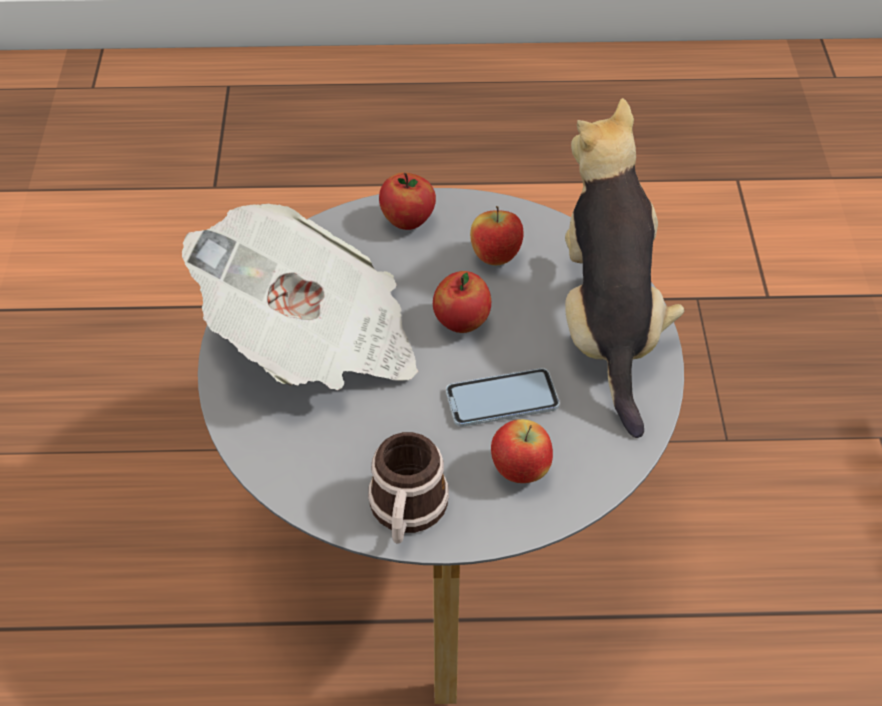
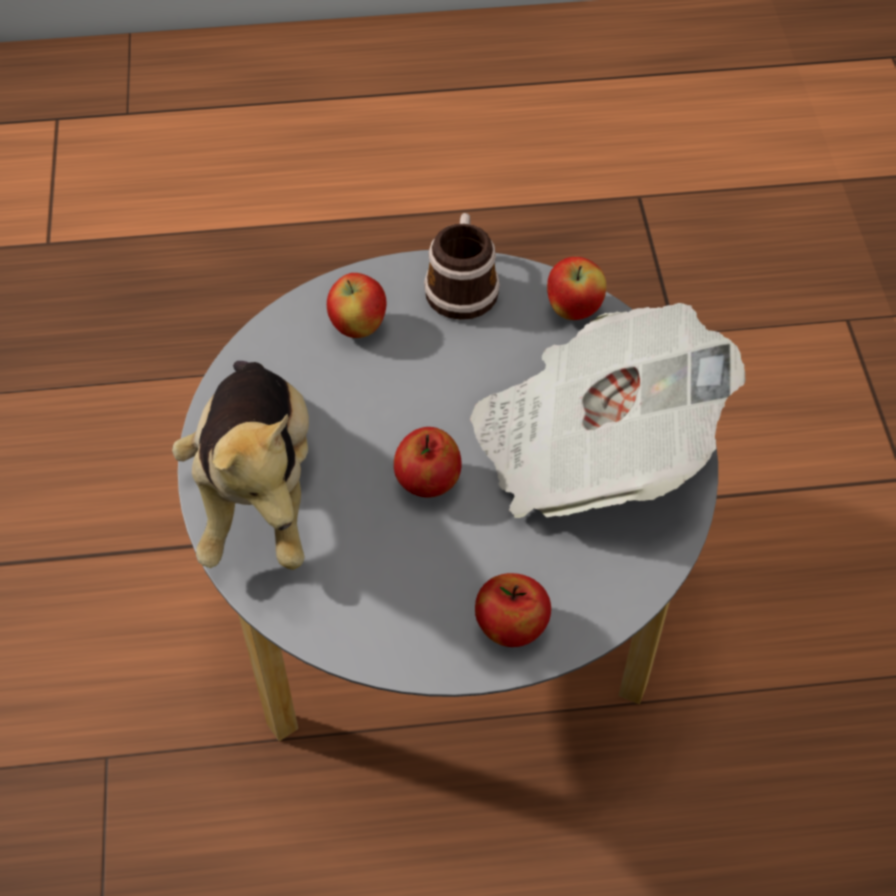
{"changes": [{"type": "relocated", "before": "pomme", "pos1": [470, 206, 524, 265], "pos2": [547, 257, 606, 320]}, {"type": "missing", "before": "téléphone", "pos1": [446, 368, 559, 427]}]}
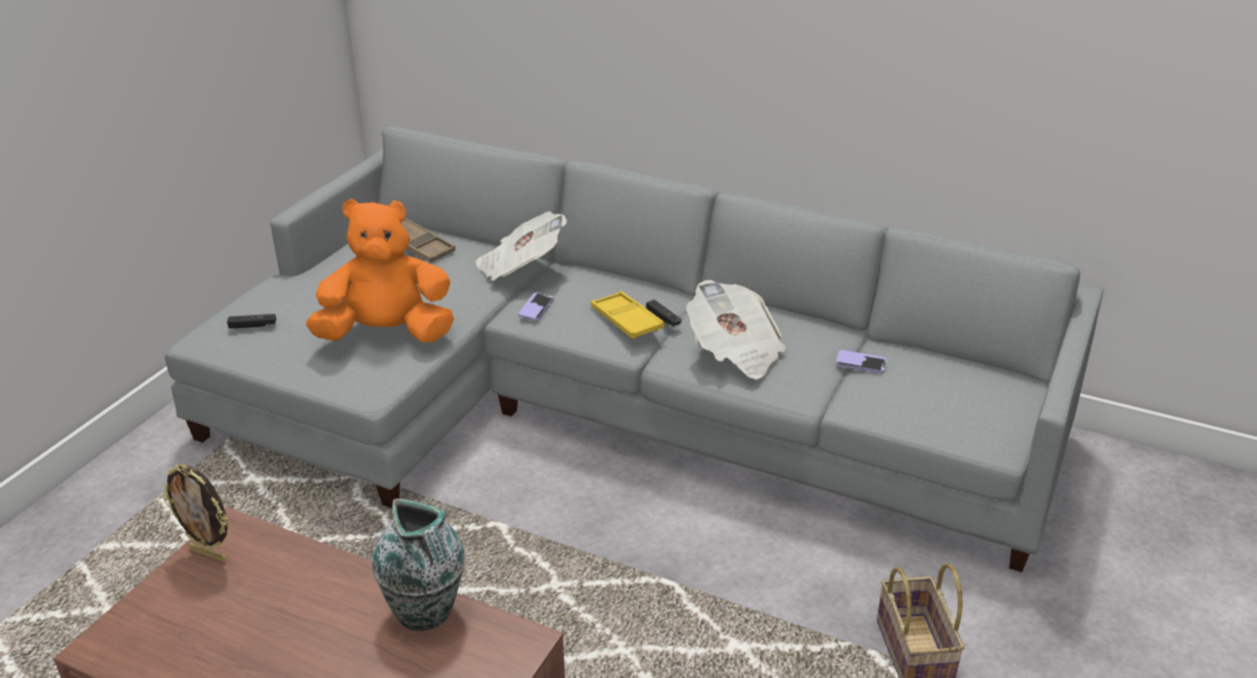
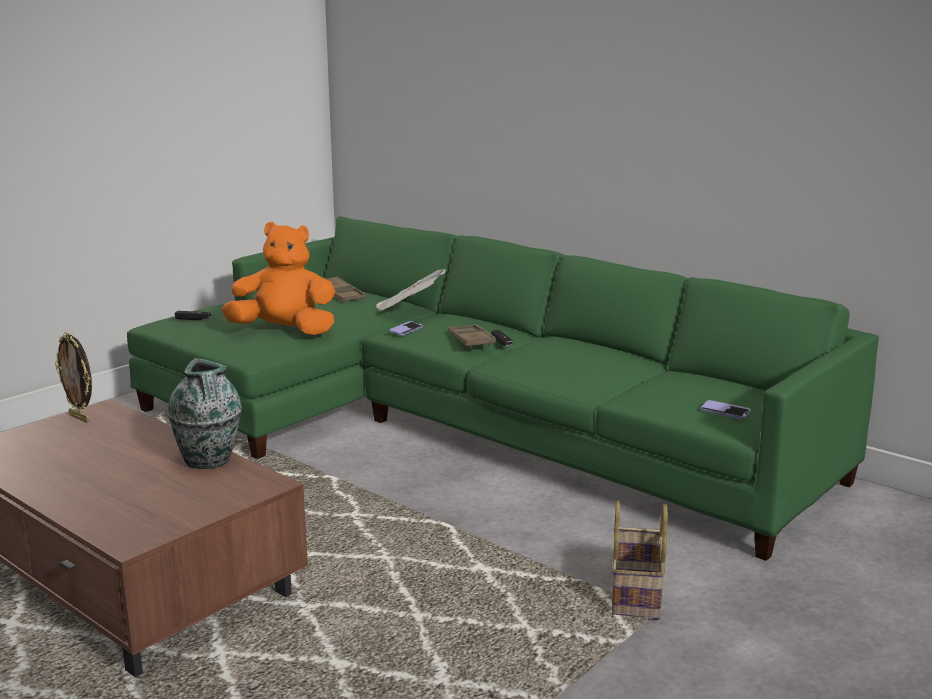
{"changes": [{"type": "colour", "before": "canapé (gris)", "after": "canapé (vert)", "pos1": [165, 127, 1104, 572], "pos2": [127, 216, 879, 561]}, {"type": "colour", "before": "plateau (jaune)", "after": "plateau (marron)", "pos1": [591, 291, 664, 339], "pos2": [448, 324, 496, 348]}, {"type": "relocated", "before": "téléphone", "pos1": [836, 350, 887, 373], "pos2": [701, 400, 751, 419]}, {"type": "missing", "before": "journal", "pos1": [686, 280, 786, 379]}]}
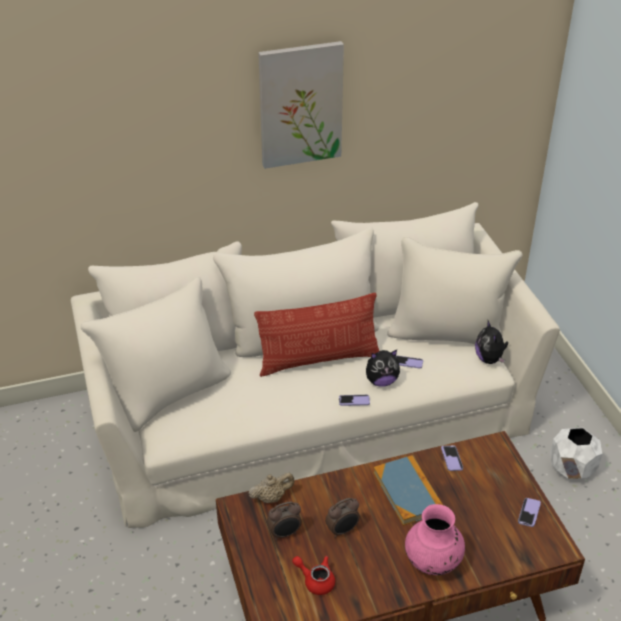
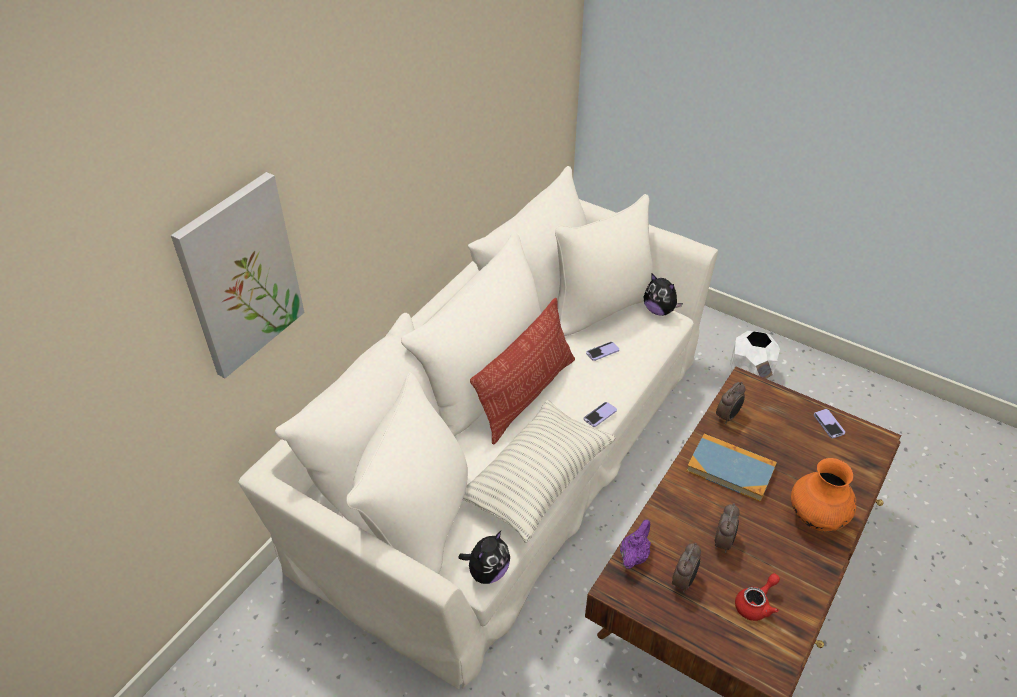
{"changes": [{"type": "relocated", "before": "tableau", "pos1": [258, 41, 344, 169], "pos2": [171, 172, 305, 378]}, {"type": "relocated", "before": "peluche", "pos1": [366, 350, 400, 387], "pos2": [458, 531, 510, 584]}, {"type": "appeared", "after": "coussin", "pos2": [463, 400, 616, 543]}, {"type": "colour", "before": "théière (beige)", "after": "théière (violet)", "pos1": [248, 473, 294, 503], "pos2": [620, 519, 651, 569]}, {"type": "exchanged", "before": "téléphone", "after": "réveil", "pos1": [441, 445, 463, 471], "pos2": [716, 382, 746, 424]}, {"type": "spun", "before": "théière (rouge)", "pos1": [292, 556, 335, 595], "pos2": [735, 573, 780, 621], "turn": 150}, {"type": "colour", "before": "vase (rose)", "after": "vase (orange)", "pos1": [405, 504, 465, 575], "pos2": [791, 458, 856, 531]}]}
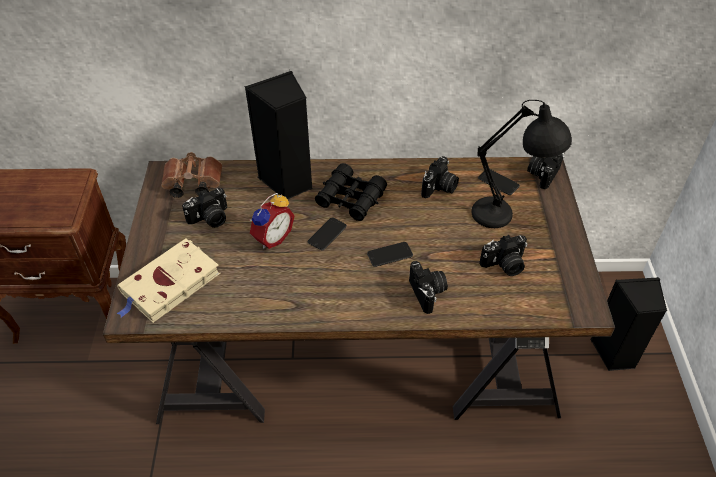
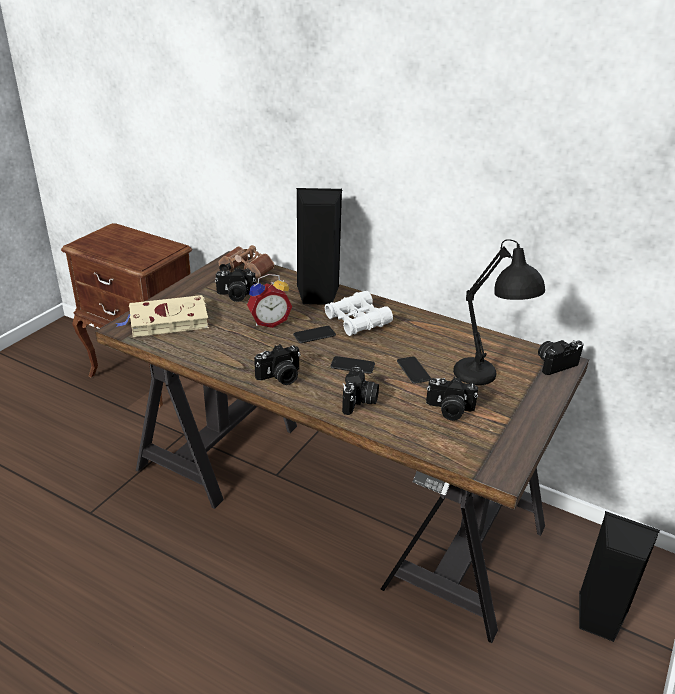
{"changes": [{"type": "relocated", "before": "appareil photo", "pos1": [421, 156, 459, 199], "pos2": [254, 344, 301, 385]}, {"type": "colour", "before": "jumelles (noir)", "after": "jumelles (blanc)", "pos1": [315, 163, 387, 221], "pos2": [325, 291, 393, 336]}, {"type": "relocated", "before": "téléphone", "pos1": [478, 169, 520, 195], "pos2": [397, 357, 431, 384]}]}
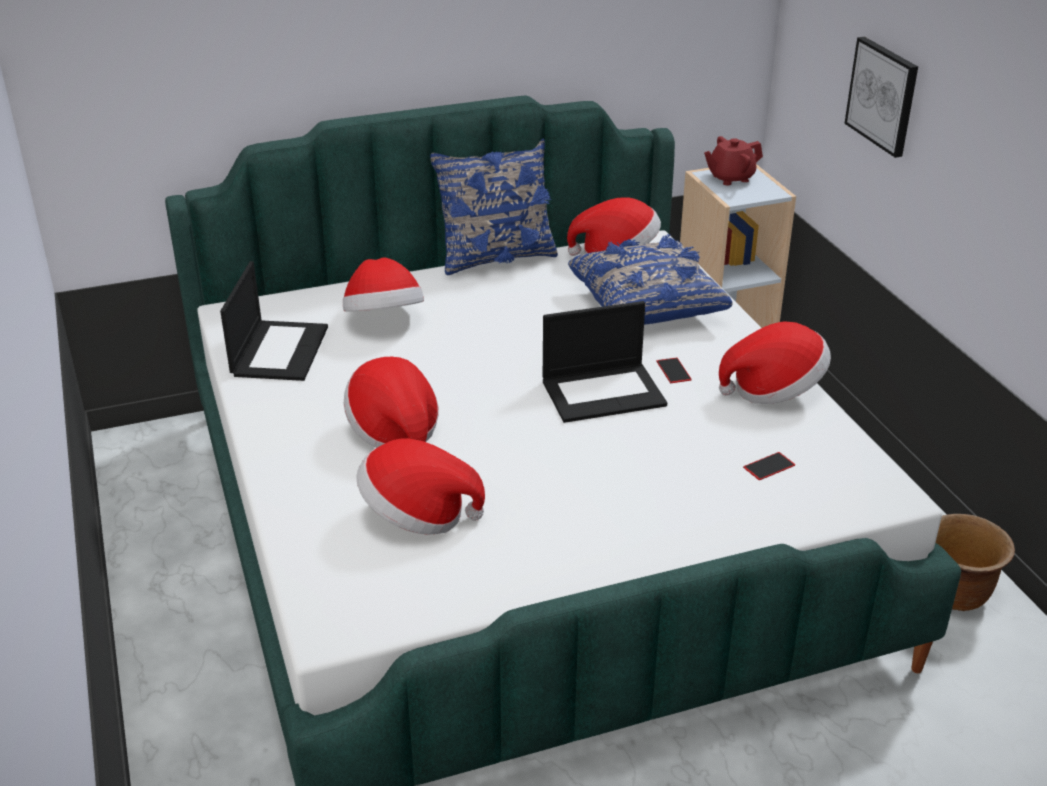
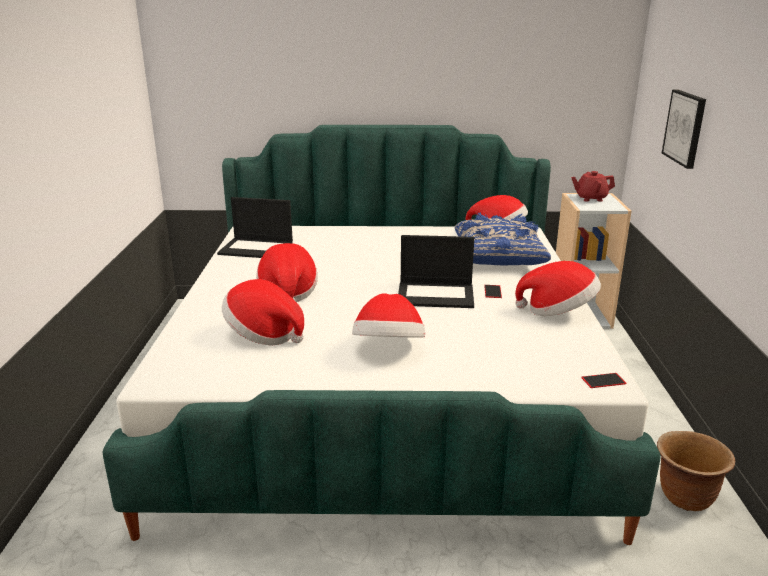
{"changes": [{"type": "spun", "before": "ordinateur portable", "pos1": [220, 261, 328, 381], "pos2": [217, 197, 293, 258], "turn": 75}, {"type": "relocated", "before": "chapeau", "pos1": [343, 257, 424, 312], "pos2": [352, 293, 425, 338]}, {"type": "relocated", "before": "téléphone", "pos1": [743, 452, 795, 480], "pos2": [581, 373, 626, 388]}, {"type": "missing", "before": "coussin (bleu)", "pos1": [430, 139, 558, 275]}]}
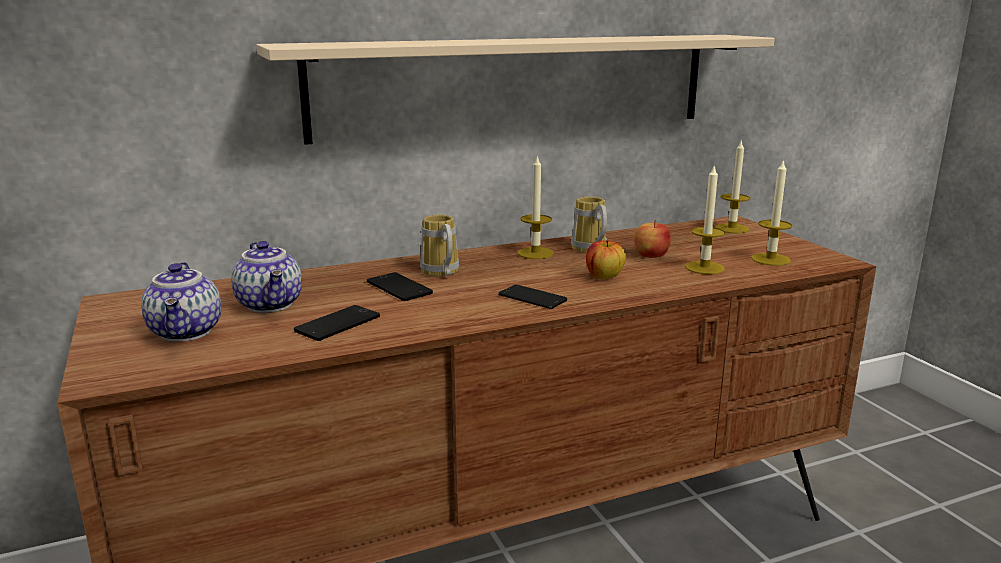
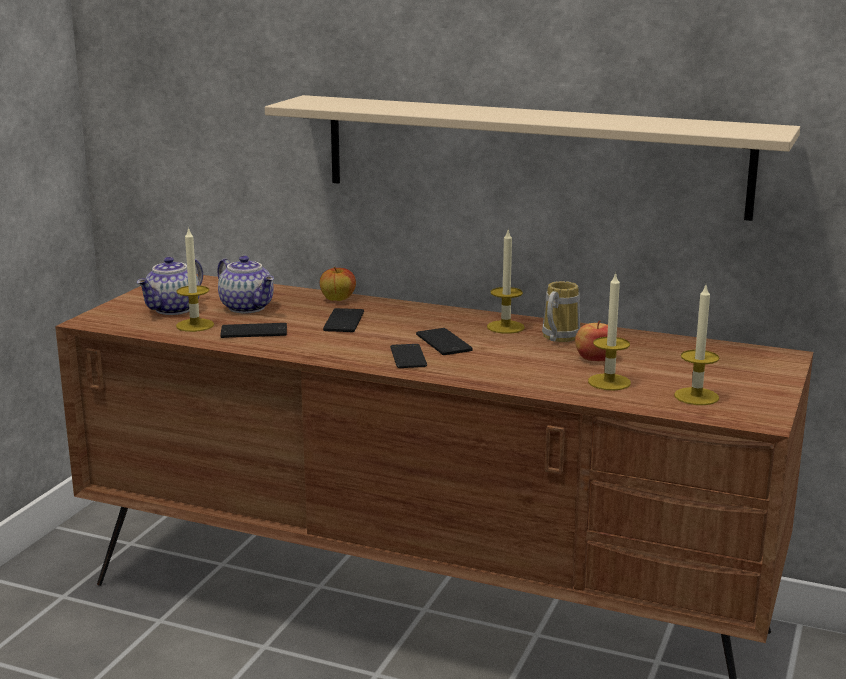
{"changes": [{"type": "relocated", "before": "bougie", "pos1": [715, 141, 750, 233], "pos2": [176, 227, 214, 332]}, {"type": "spun", "before": "théière", "pos1": [231, 241, 302, 313], "pos2": [217, 256, 274, 314], "turn": -60}, {"type": "relocated", "before": "pomme", "pos1": [586, 240, 626, 280], "pos2": [320, 267, 356, 301]}, {"type": "appeared", "after": "téléphone", "pos2": [416, 328, 473, 355]}, {"type": "missing", "before": "mug", "pos1": [420, 214, 459, 276]}]}
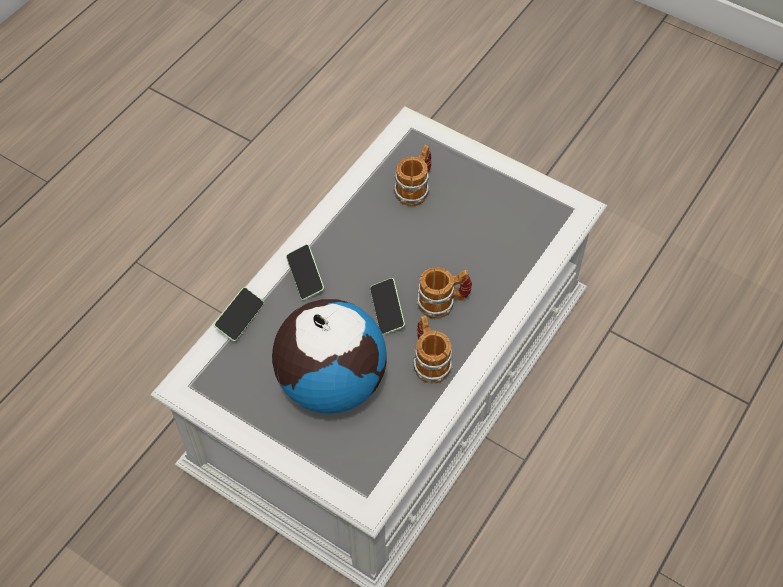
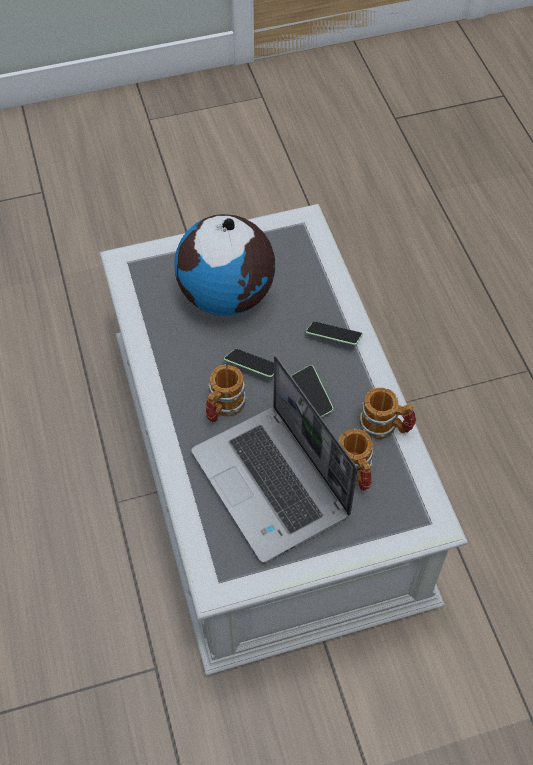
{"changes": [{"type": "appeared", "after": "ordinateur portable", "pos2": [191, 356, 358, 563]}, {"type": "relocated", "before": "téléphone", "pos1": [214, 287, 264, 341], "pos2": [291, 365, 334, 417]}, {"type": "relocated", "before": "mug", "pos1": [413, 315, 453, 384], "pos2": [359, 388, 416, 439]}]}
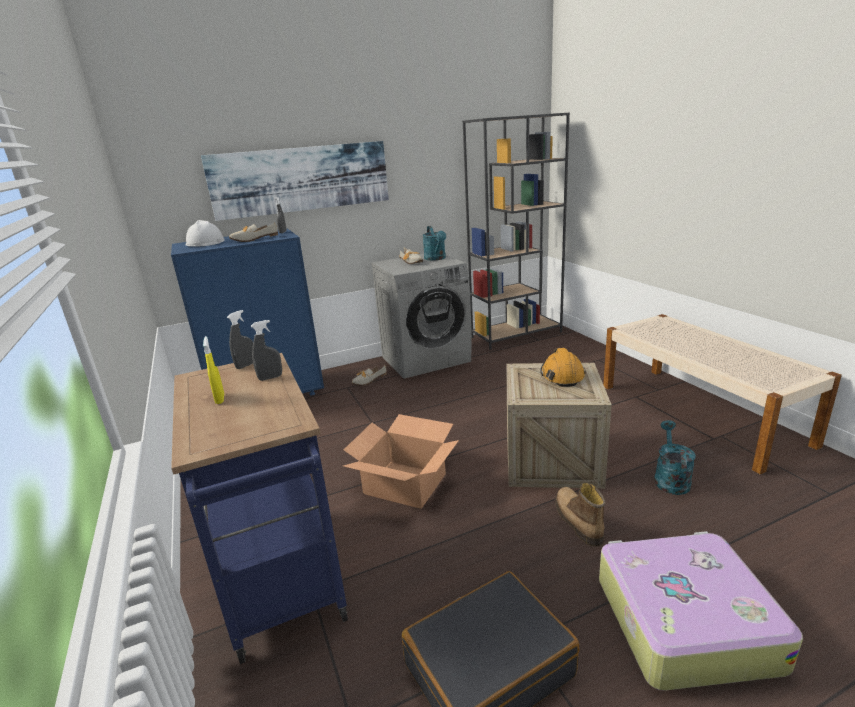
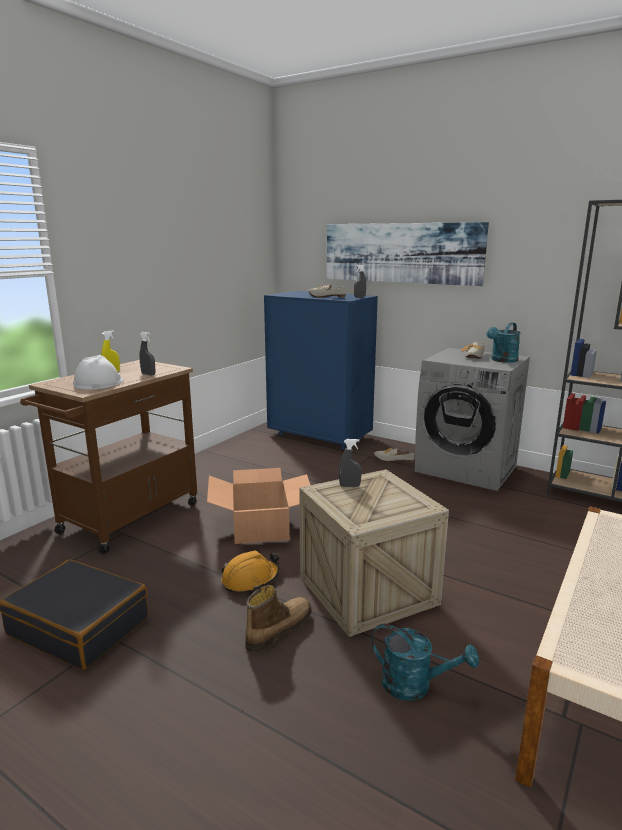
{"changes": [{"type": "colour", "before": "chariot (bleu)", "after": "chariot (marron)", "pos1": [171, 353, 348, 664], "pos2": [20, 360, 197, 554]}, {"type": "relocated", "before": "casque de chantier (blanc)", "pos1": [185, 220, 225, 247], "pos2": [73, 355, 124, 390]}, {"type": "relocated", "before": "casque de chantier (orange)", "pos1": [540, 348, 586, 387], "pos2": [221, 550, 279, 592]}, {"type": "relocated", "before": "vaporisateur (gris)", "pos1": [227, 310, 253, 369], "pos2": [339, 439, 362, 487]}, {"type": "spun", "before": "arrosoir (turquoise)", "pos1": [654, 420, 696, 495], "pos2": [371, 624, 479, 701], "turn": 45}, {"type": "missing", "before": "valise", "pos1": [599, 531, 803, 691]}]}
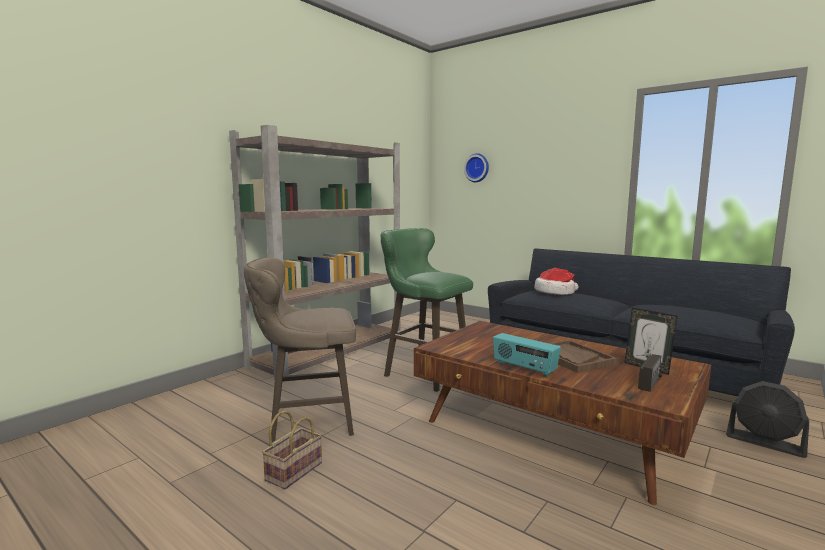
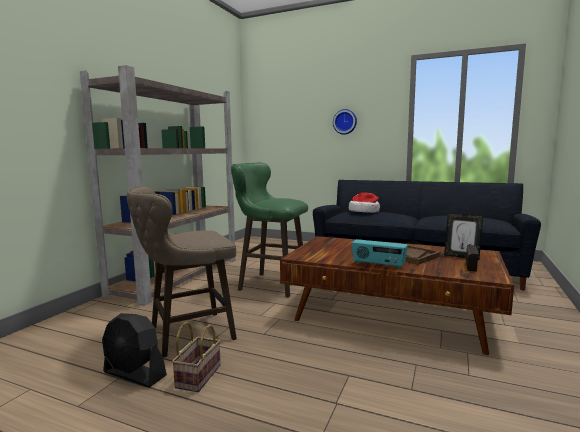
{"changes": [{"type": "relocated", "before": "ventilateur (noir)", "pos1": [726, 381, 809, 458], "pos2": [102, 313, 167, 388]}, {"type": "relocated", "before": "horloge murale", "pos1": [464, 153, 489, 182], "pos2": [333, 109, 357, 135]}]}
